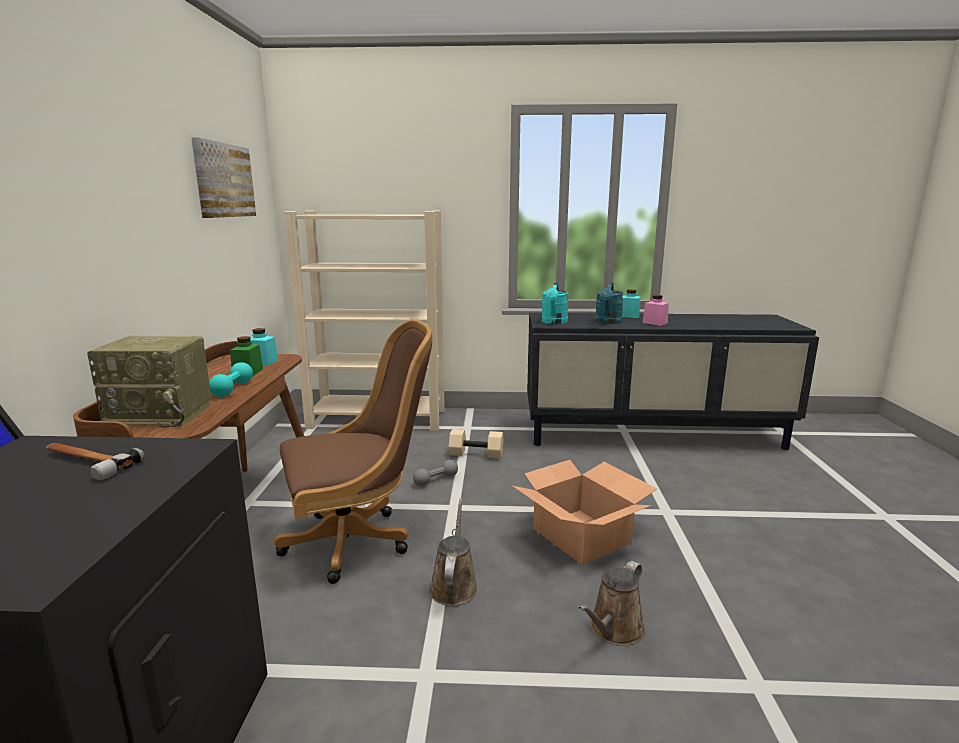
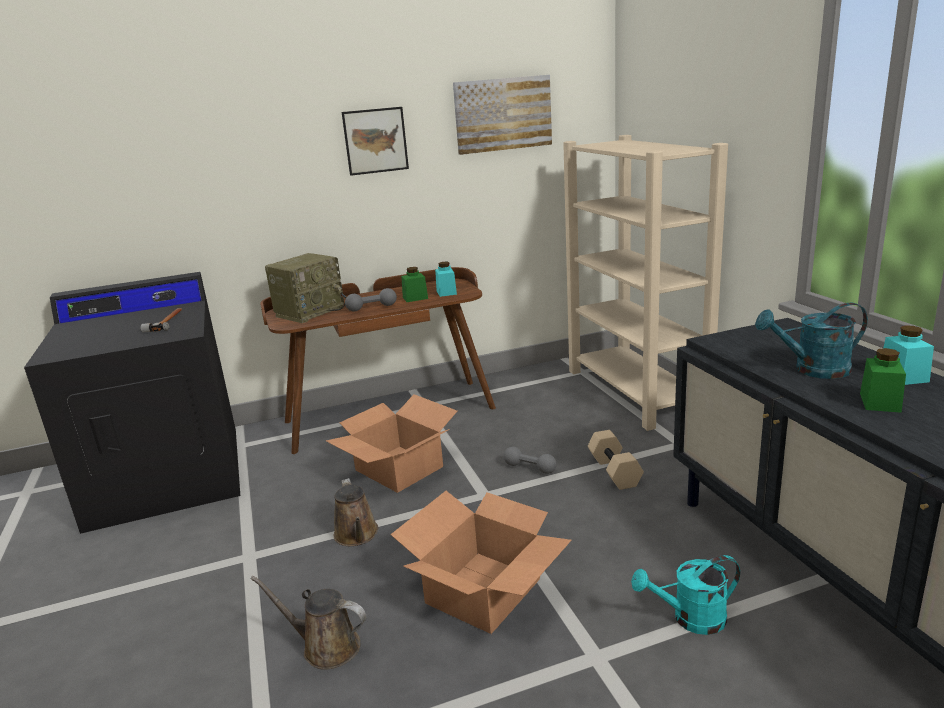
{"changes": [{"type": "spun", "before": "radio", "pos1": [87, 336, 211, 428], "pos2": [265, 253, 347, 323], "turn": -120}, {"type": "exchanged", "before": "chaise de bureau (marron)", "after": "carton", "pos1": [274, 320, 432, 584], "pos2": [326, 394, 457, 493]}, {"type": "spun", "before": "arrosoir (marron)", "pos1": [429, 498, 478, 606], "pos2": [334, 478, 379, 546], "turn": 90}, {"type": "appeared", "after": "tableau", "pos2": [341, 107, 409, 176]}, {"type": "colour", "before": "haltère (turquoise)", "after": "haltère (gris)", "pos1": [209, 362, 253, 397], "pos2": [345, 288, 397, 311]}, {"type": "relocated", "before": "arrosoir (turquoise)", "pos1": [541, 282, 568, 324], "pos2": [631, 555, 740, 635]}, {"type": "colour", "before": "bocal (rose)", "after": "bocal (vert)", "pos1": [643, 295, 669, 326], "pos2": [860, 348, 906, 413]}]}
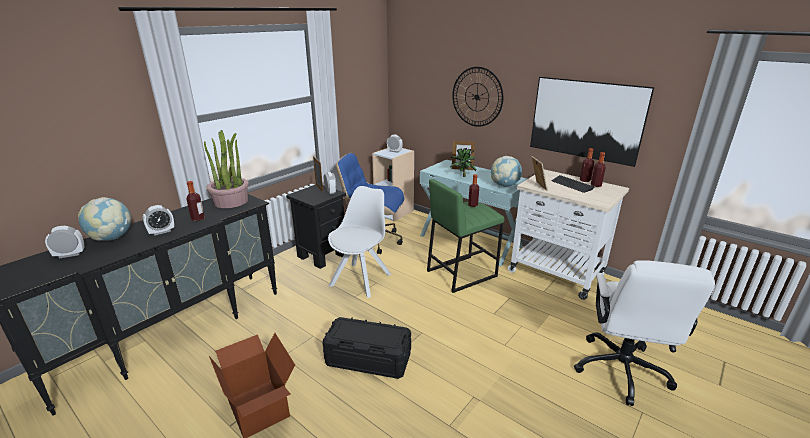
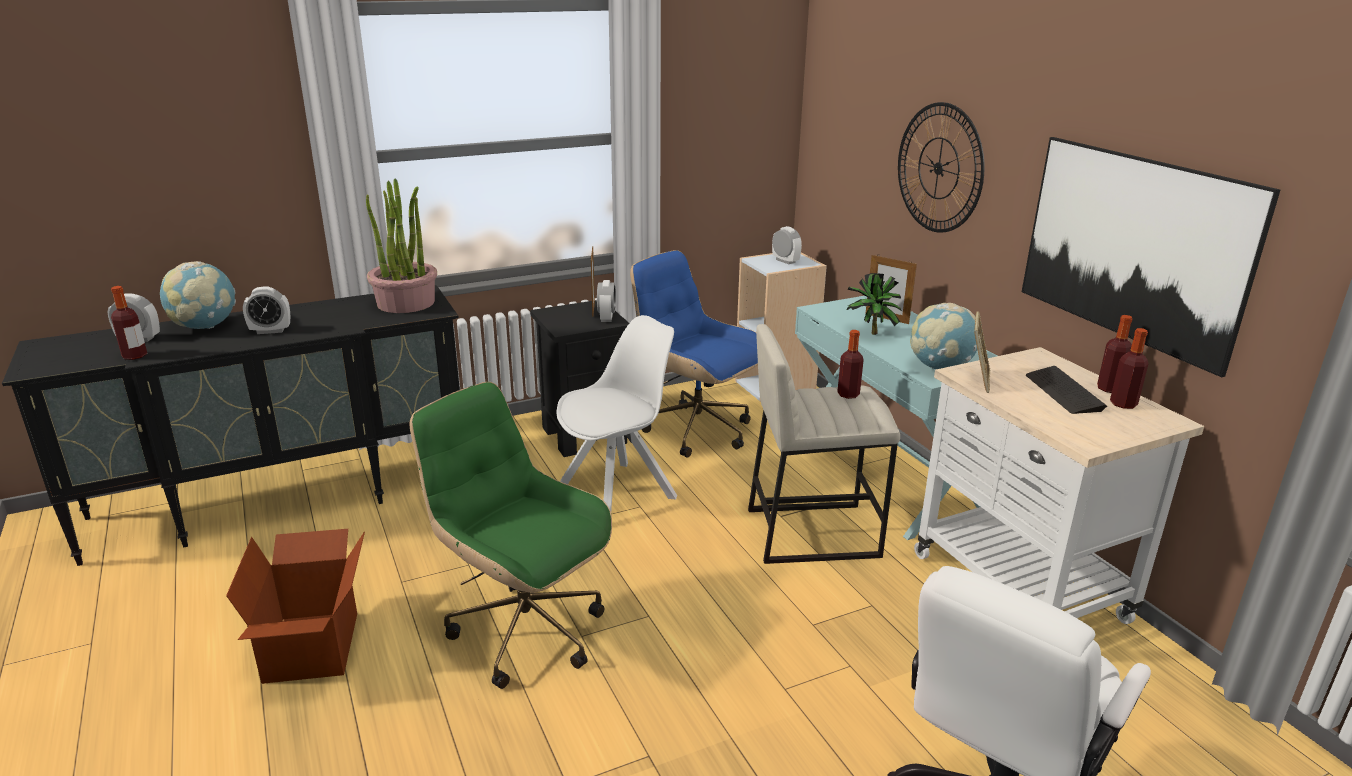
{"changes": [{"type": "relocated", "before": "bouteille", "pos1": [186, 181, 205, 221], "pos2": [111, 286, 147, 360]}, {"type": "exchanged", "before": "boîte de rangement (noir)", "after": "chaise de bureau (vert)", "pos1": [322, 317, 411, 379], "pos2": [410, 381, 612, 689]}, {"type": "colour", "before": "tabouret (vert)", "after": "tabouret (beige)", "pos1": [427, 179, 504, 293], "pos2": [748, 324, 900, 564]}]}
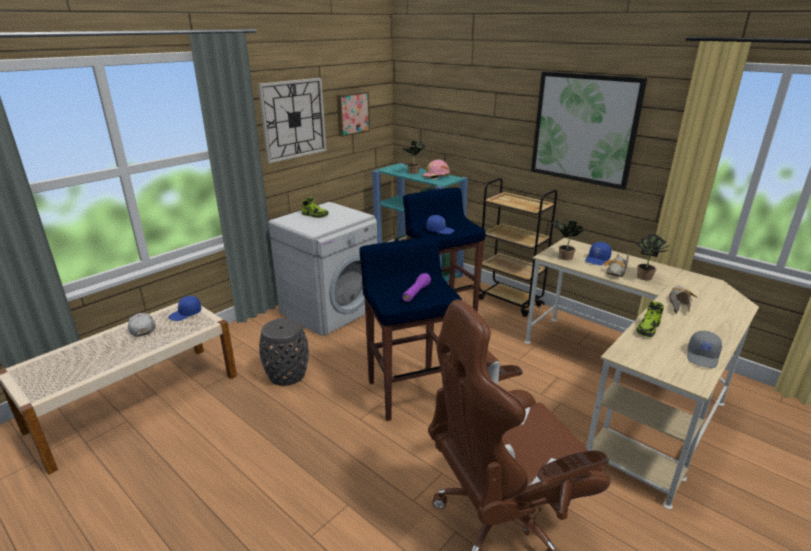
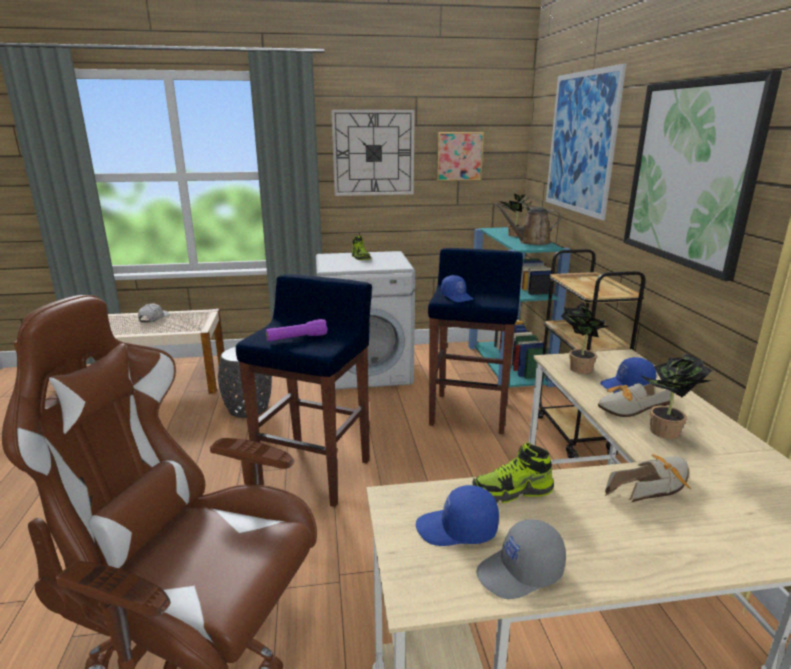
{"changes": [{"type": "relocated", "before": "casquette (bleu)", "pos1": [168, 296, 201, 321], "pos2": [416, 485, 499, 546]}, {"type": "exchanged", "before": "casque de chantier (rose)", "after": "arrosoir (marron)", "pos1": [422, 160, 450, 180], "pos2": [494, 202, 561, 245]}, {"type": "appeared", "after": "tableau", "pos2": [546, 63, 626, 220]}]}
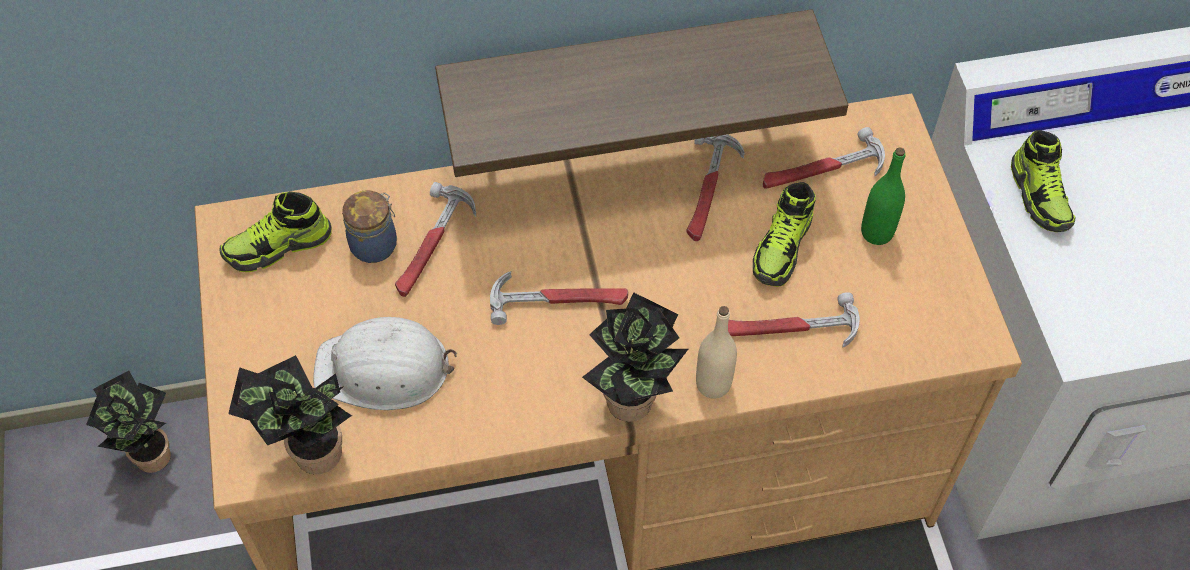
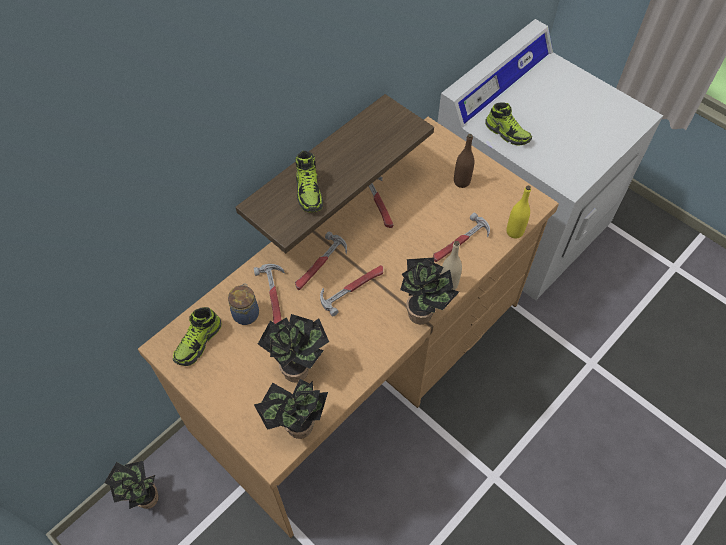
{"changes": [{"type": "exchanged", "before": "casque de chantier (blanc)", "after": "plante en pot", "pos1": [313, 317, 457, 410], "pos2": [258, 314, 329, 382]}, {"type": "relocated", "before": "marteau", "pos1": [763, 127, 885, 189], "pos2": [295, 232, 347, 290]}, {"type": "relocated", "before": "chaussure", "pos1": [753, 182, 816, 287], "pos2": [296, 151, 323, 212]}, {"type": "colour", "before": "bouteille (vert)", "after": "bouteille (marron)", "pos1": [861, 147, 905, 245], "pos2": [454, 134, 474, 188]}, {"type": "appeared", "after": "bouteille (jaune)", "pos2": [507, 186, 531, 238]}]}
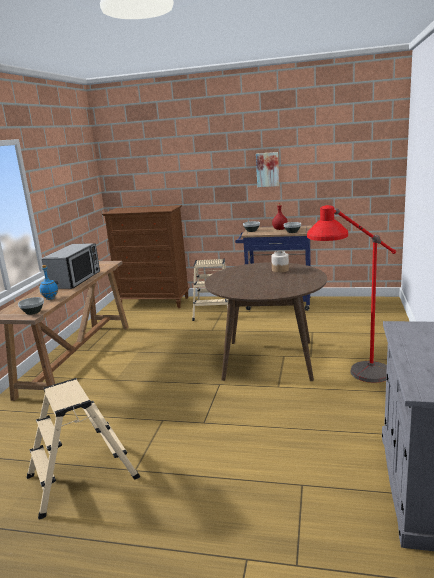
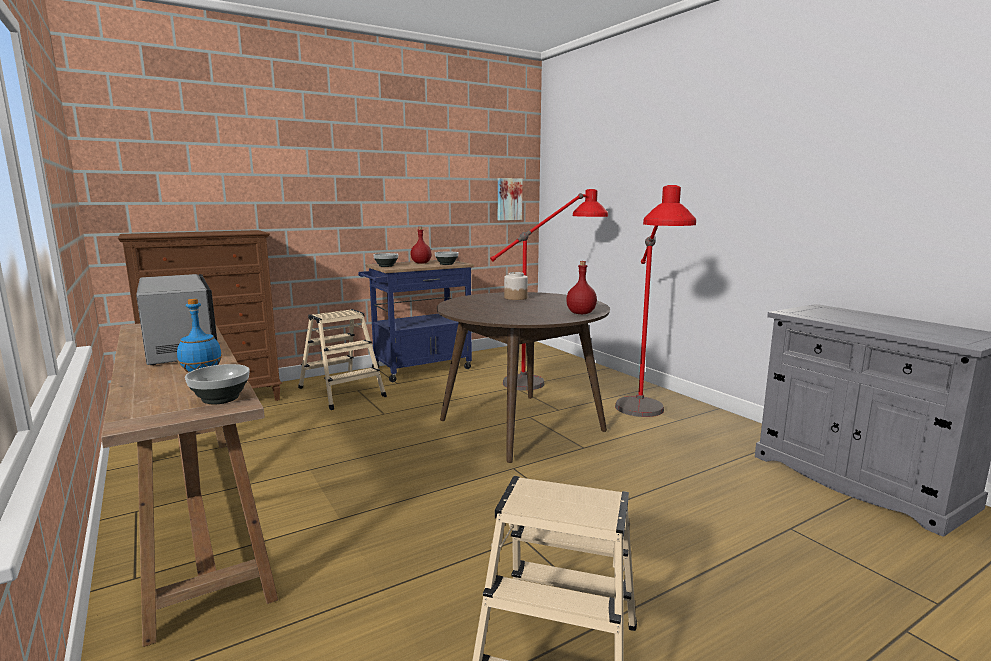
{"changes": [{"type": "appeared", "after": "lampadaire (rouge)", "pos2": [490, 189, 608, 391]}, {"type": "relocated", "before": "tableau", "pos1": [256, 152, 279, 187], "pos2": [498, 178, 523, 220]}, {"type": "appeared", "after": "bouteille (rouge)", "pos2": [566, 261, 597, 314]}]}
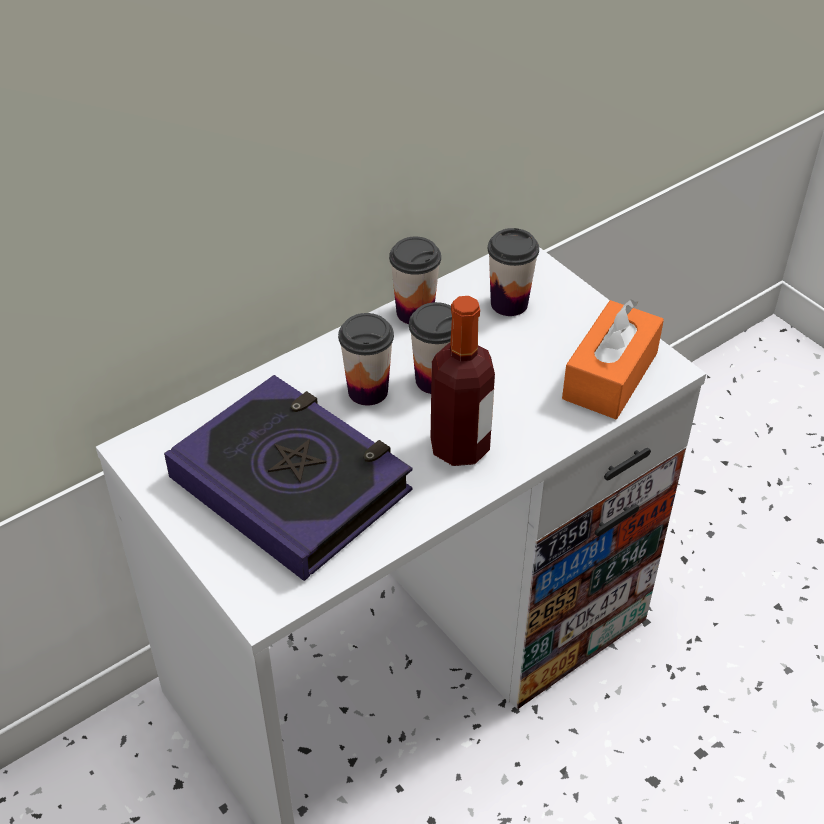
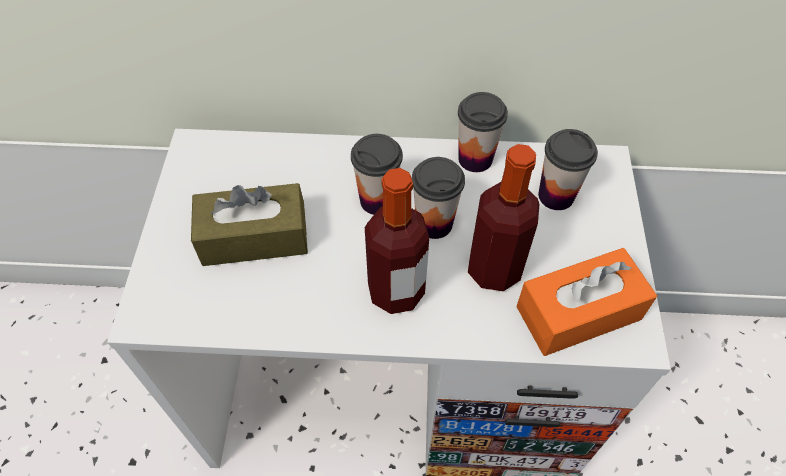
{"changes": [{"type": "exchanged", "before": "livre", "after": "boîte à mouchoirs (marron)", "pos1": [164, 375, 412, 581], "pos2": [191, 183, 308, 266]}, {"type": "appeared", "after": "bouteille", "pos2": [468, 144, 539, 292]}]}
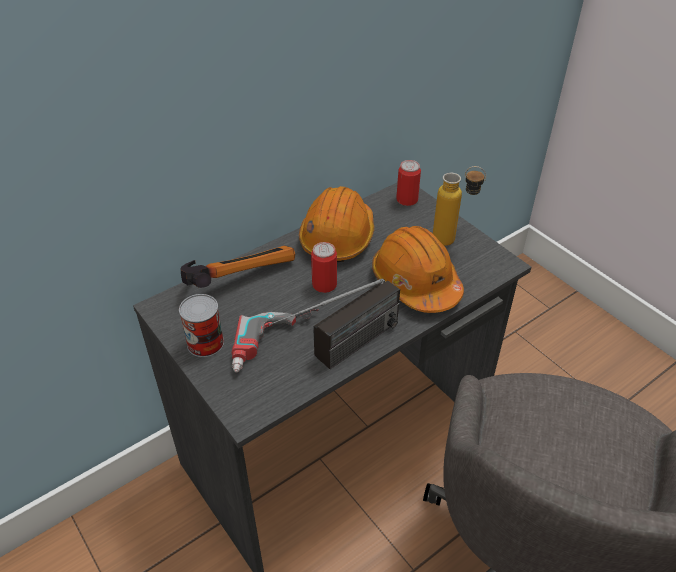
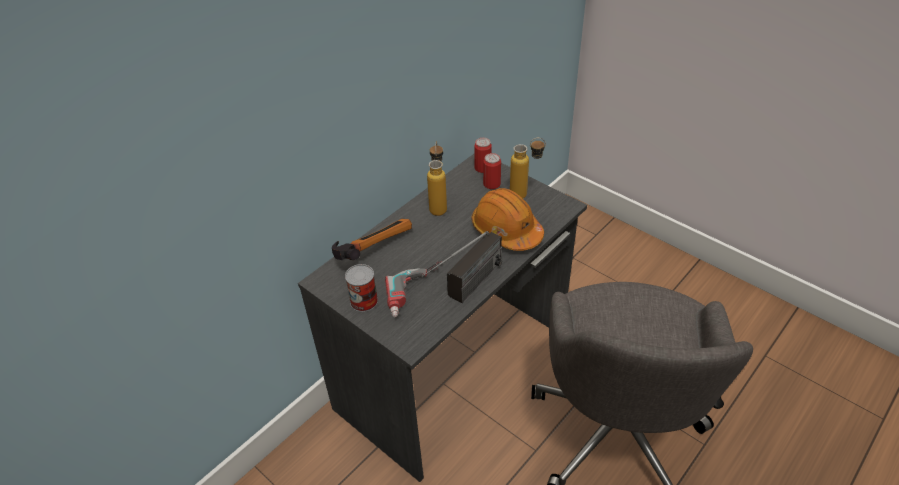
{"changes": [{"type": "exchanged", "before": "casque de chantier (orange)", "after": "bouteille", "pos1": [299, 186, 374, 262], "pos2": [427, 141, 447, 216]}, {"type": "relocated", "before": "boîte métallique", "pos1": [311, 242, 337, 293], "pos2": [483, 153, 501, 189]}]}
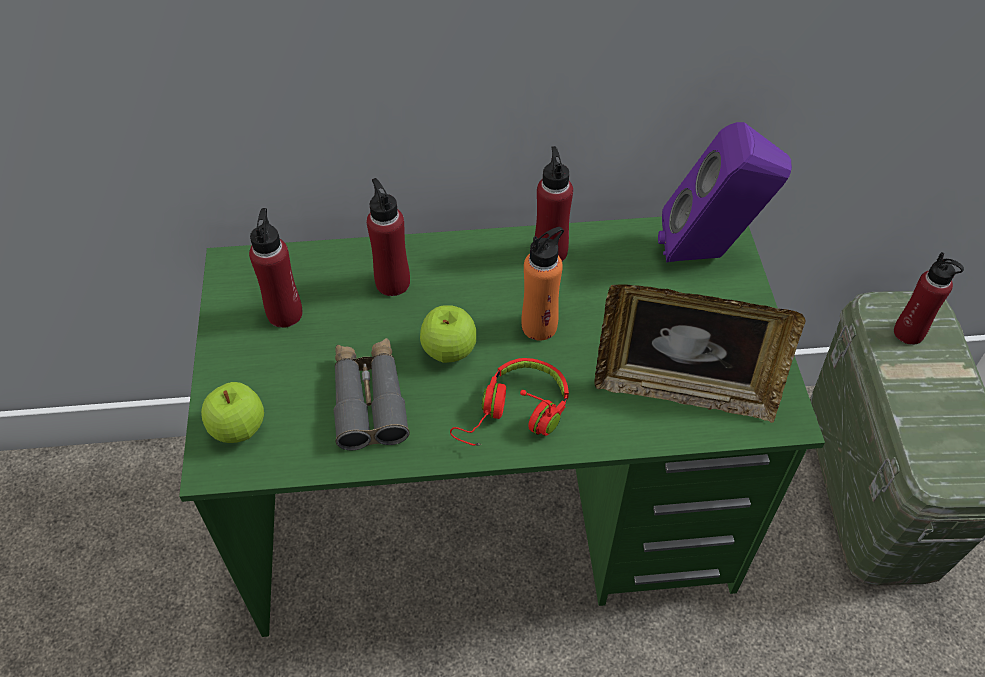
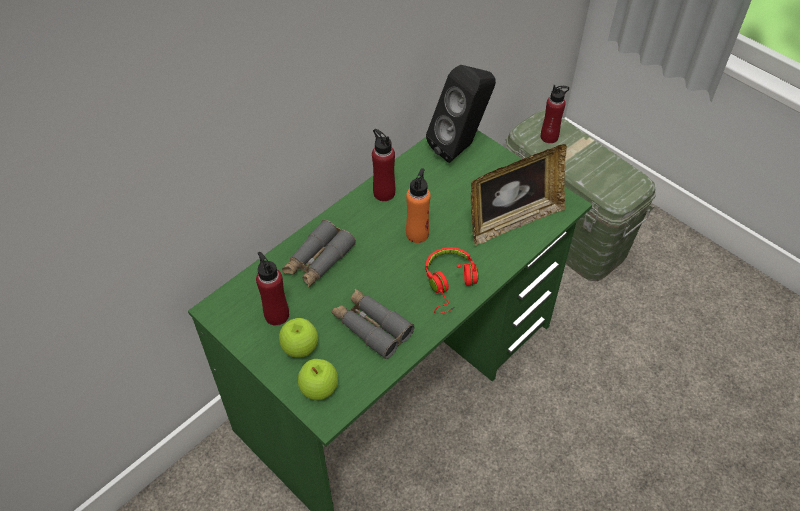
{"changes": [{"type": "relocated", "before": "pomme", "pos1": [420, 305, 476, 363], "pos2": [279, 318, 318, 358]}, {"type": "exchanged", "before": "bouteille (rouge)", "after": "jumelles (gris)", "pos1": [367, 178, 410, 296], "pos2": [282, 220, 356, 287]}, {"type": "colour", "before": "enceinte (violet)", "after": "enceinte (noir)", "pos1": [658, 122, 792, 262], "pos2": [426, 65, 496, 163]}]}
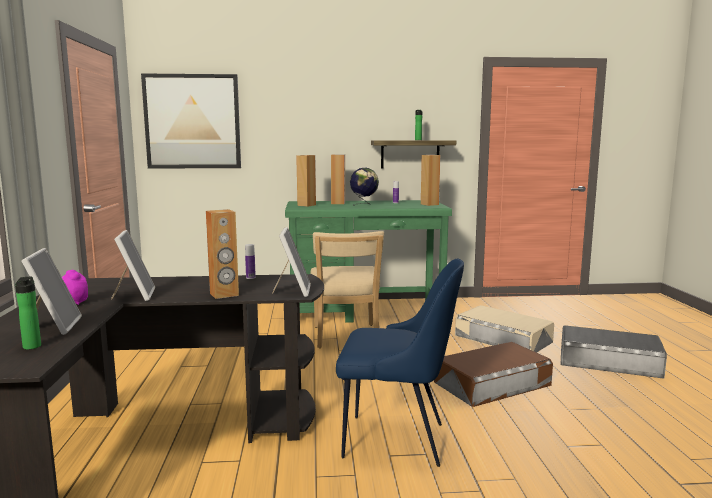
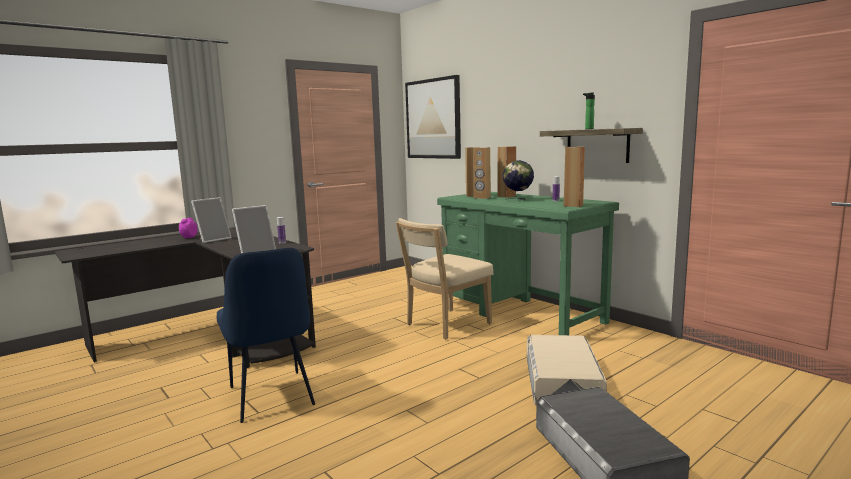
{"changes": [{"type": "relocated", "before": "enceinte (marron)", "pos1": [206, 209, 239, 299], "pos2": [473, 147, 491, 199]}, {"type": "missing", "before": "bouteille", "pos1": [15, 276, 41, 350]}, {"type": "missing", "before": "cadre photo", "pos1": [21, 248, 82, 335]}, {"type": "missing", "before": "boîte de rangement (marron)", "pos1": [434, 342, 553, 407]}]}
